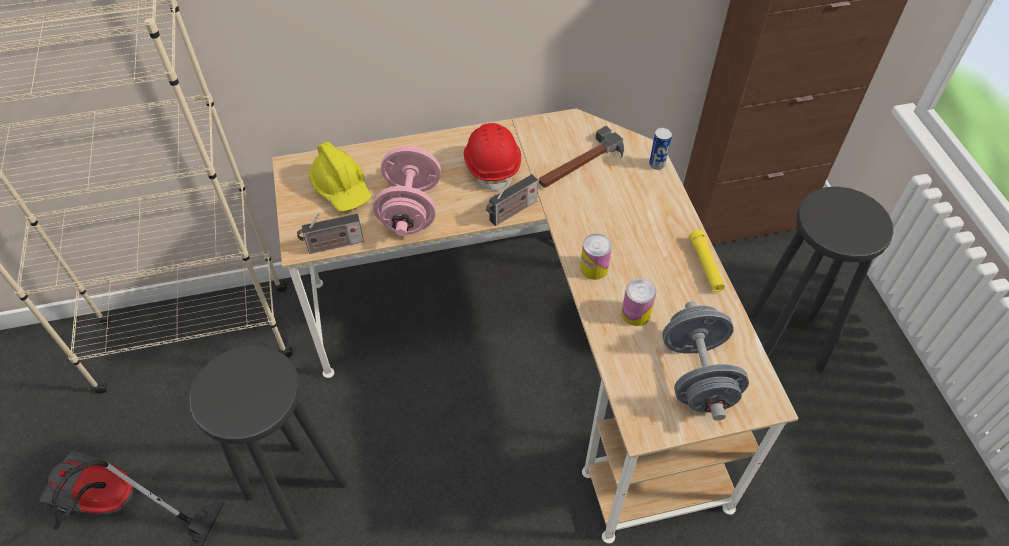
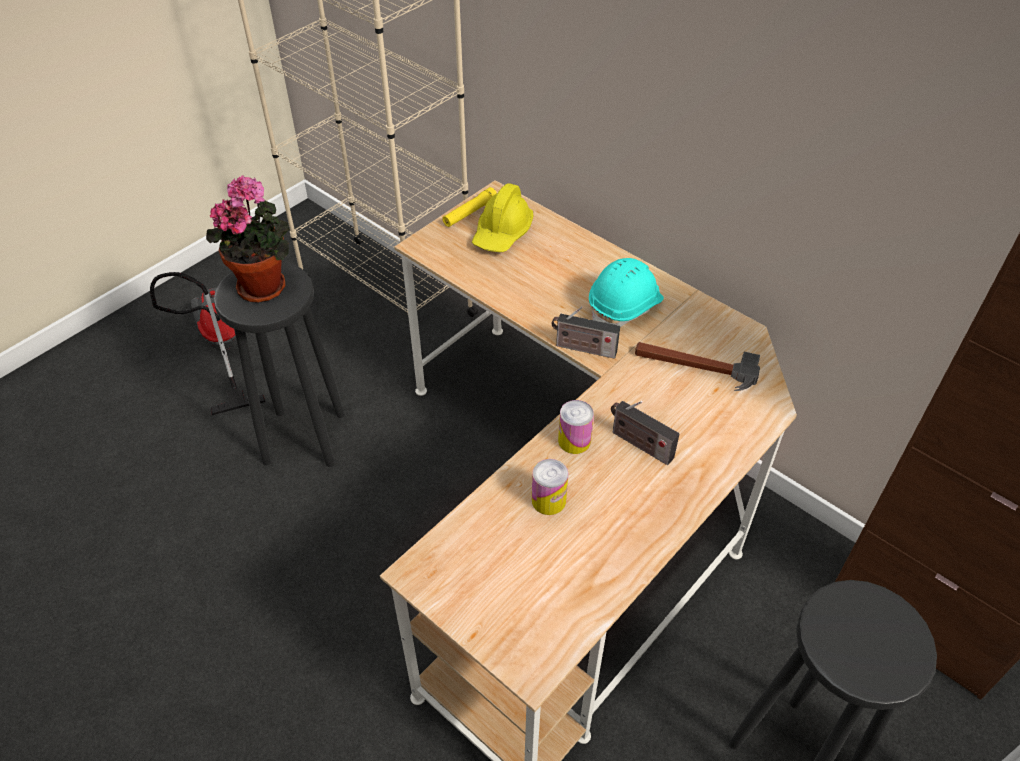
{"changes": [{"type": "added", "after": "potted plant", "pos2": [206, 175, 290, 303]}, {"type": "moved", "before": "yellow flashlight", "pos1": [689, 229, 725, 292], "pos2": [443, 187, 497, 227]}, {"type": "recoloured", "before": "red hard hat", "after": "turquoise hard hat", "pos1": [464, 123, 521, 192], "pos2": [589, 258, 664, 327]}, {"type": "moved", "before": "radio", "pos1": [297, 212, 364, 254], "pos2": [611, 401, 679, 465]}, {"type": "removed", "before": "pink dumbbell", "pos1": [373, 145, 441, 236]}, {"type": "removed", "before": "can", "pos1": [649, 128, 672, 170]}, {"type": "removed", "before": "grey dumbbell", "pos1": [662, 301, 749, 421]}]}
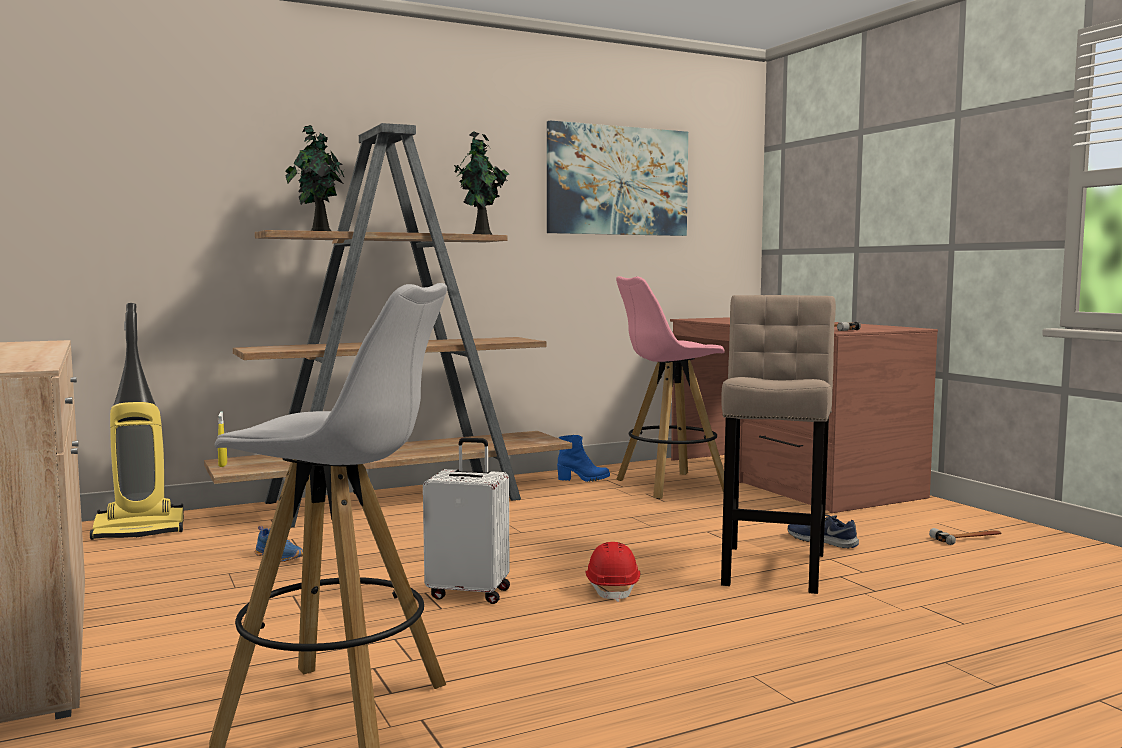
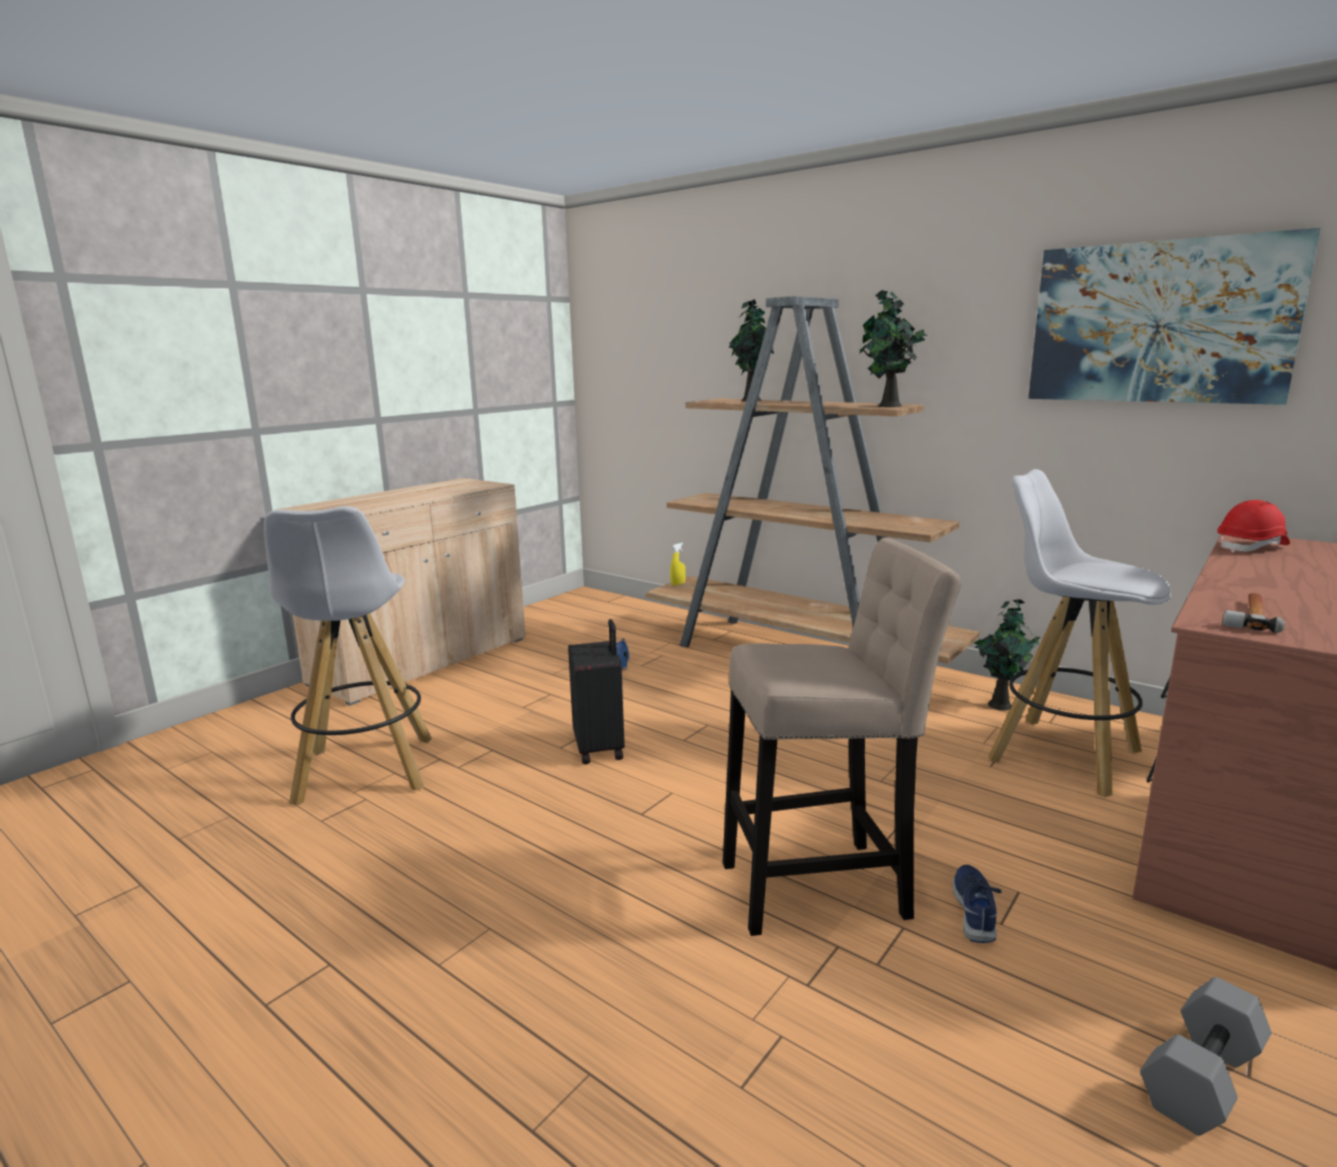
{"changes": [{"type": "recoloured", "before": "white suitcase", "after": "black suitcase", "pos1": [423, 438, 510, 604], "pos2": [568, 619, 625, 764]}, {"type": "replaced", "before": "blue boot", "after": "potted plant", "pos1": [557, 435, 610, 482], "pos2": [974, 599, 1040, 711]}, {"type": "recoloured", "before": "pink stool", "after": "white stool", "pos1": [616, 276, 725, 499], "pos2": [989, 469, 1171, 797]}, {"type": "replaced", "before": "hammer", "after": "grey dumbbell", "pos1": [929, 528, 1001, 545], "pos2": [1140, 977, 1271, 1136]}, {"type": "moved", "before": "red hard hat", "pos1": [585, 542, 640, 602], "pos2": [1217, 500, 1290, 553]}, {"type": "removed", "before": "vacuum cleaner", "pos1": [90, 303, 184, 540]}]}
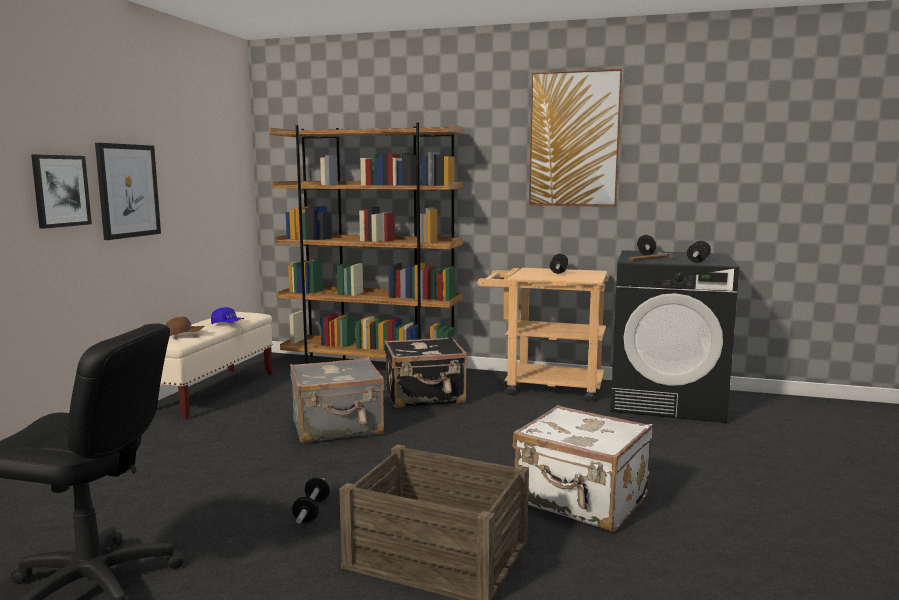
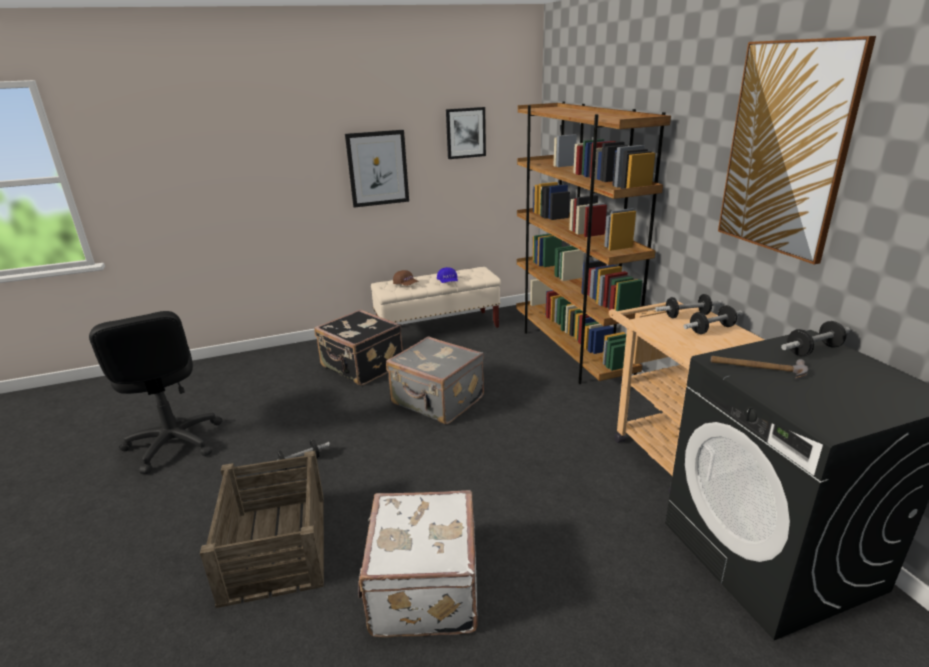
{"changes": [{"type": "moved", "before": "black suitcase", "pos1": [384, 337, 467, 408], "pos2": [314, 309, 403, 385]}, {"type": "moved", "before": "picture", "pos1": [31, 154, 92, 229], "pos2": [446, 107, 486, 159]}, {"type": "moved", "before": "dumbbell", "pos1": [687, 241, 711, 263], "pos2": [655, 294, 722, 318]}]}
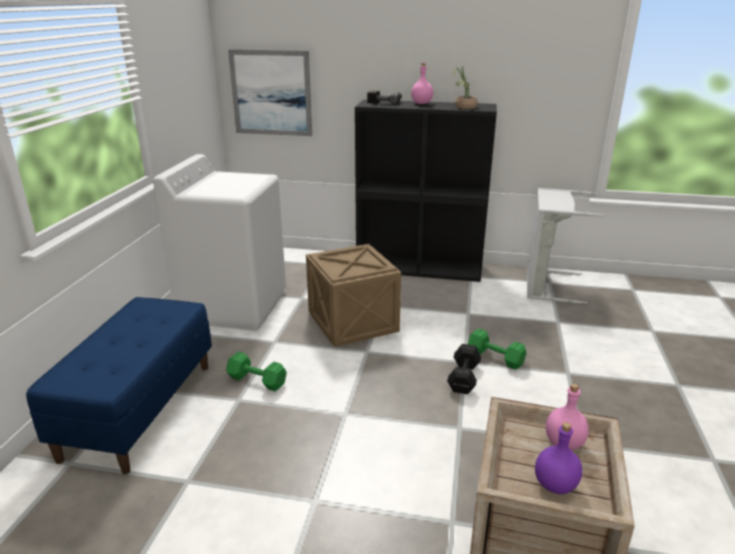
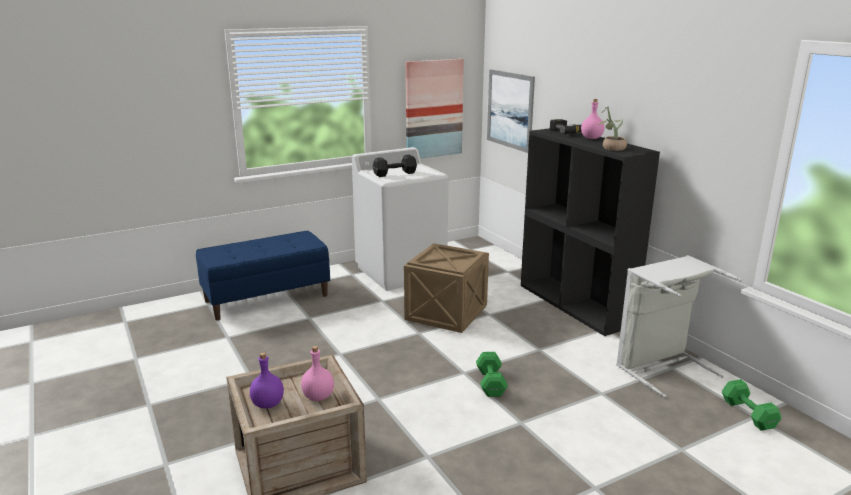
{"changes": [{"type": "moved", "before": "black dumbbell", "pos1": [447, 344, 481, 394], "pos2": [373, 154, 417, 177]}, {"type": "added", "after": "picture", "pos2": [406, 59, 464, 159]}, {"type": "moved", "before": "green dumbbell", "pos1": [226, 352, 287, 391], "pos2": [722, 379, 781, 431]}]}
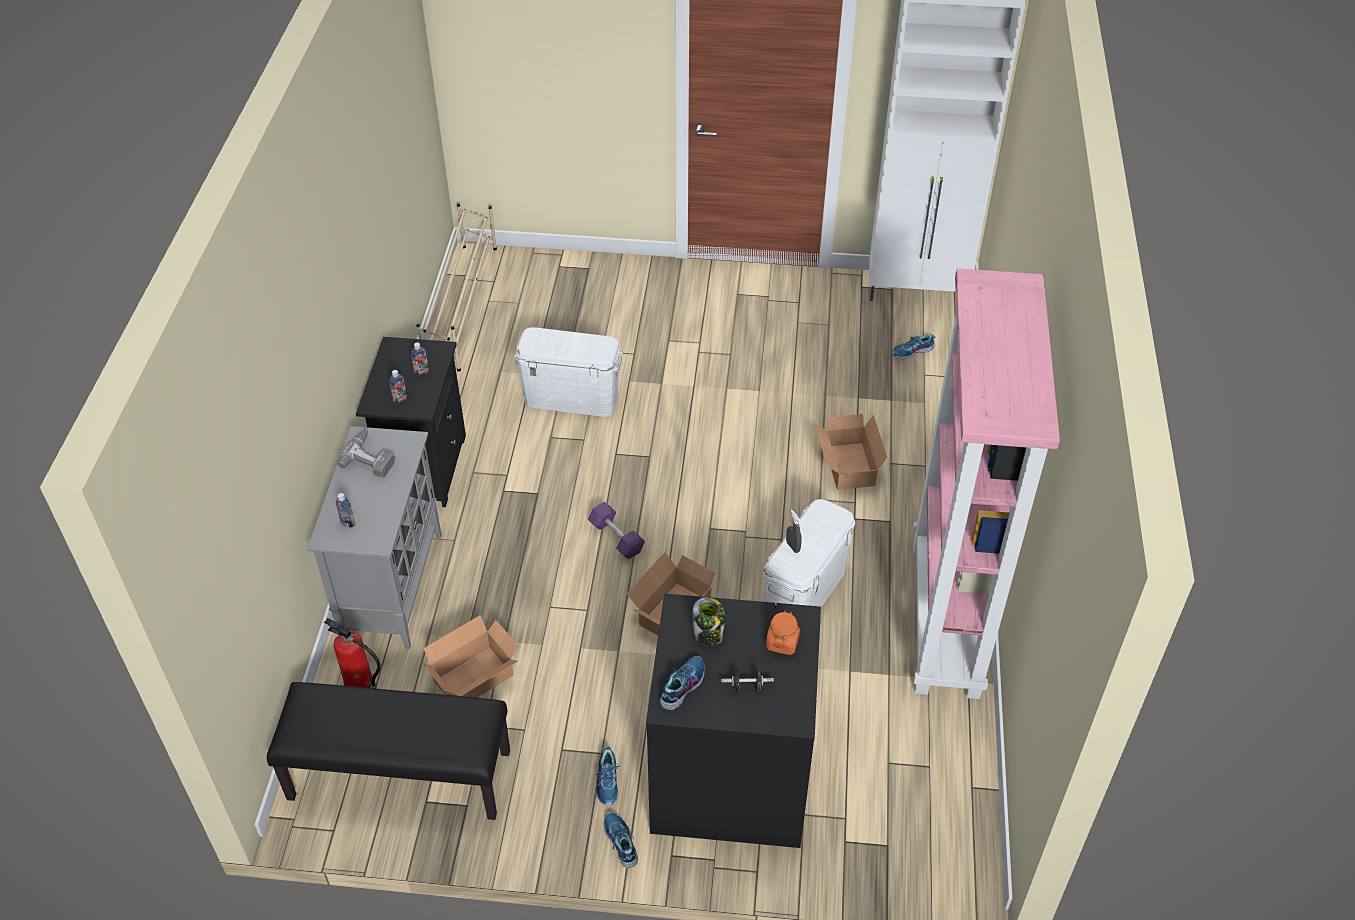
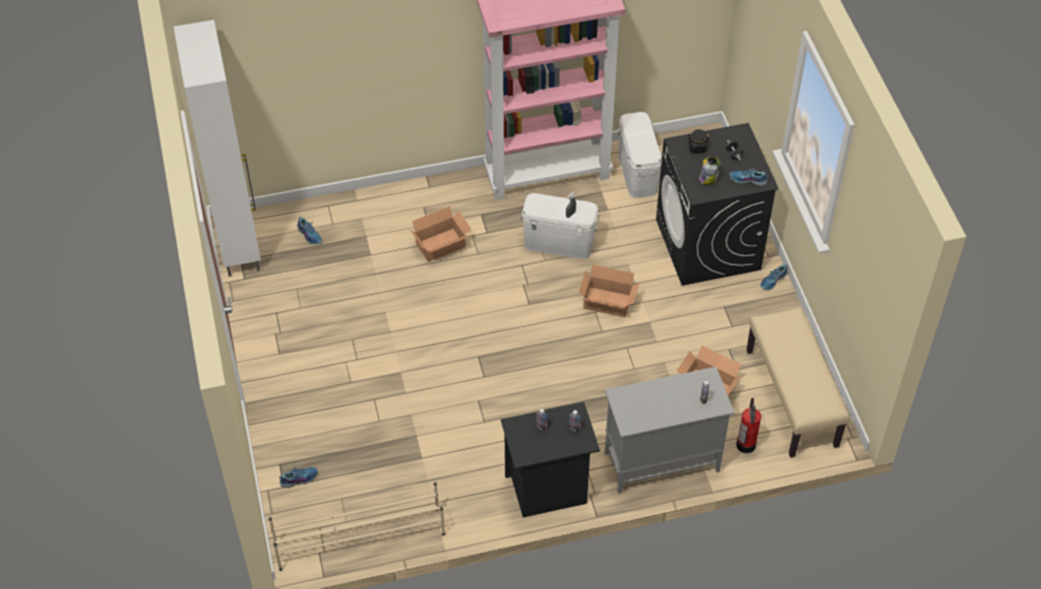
{"changes": [{"type": "moved", "before": "shoe", "pos1": [595, 747, 621, 805], "pos2": [279, 464, 318, 488]}, {"type": "moved", "before": "white storage box", "pos1": [514, 327, 623, 416], "pos2": [618, 112, 662, 198]}, {"type": "recoloured", "before": "orange jar", "after": "black jar", "pos1": [766, 610, 800, 655], "pos2": [687, 129, 709, 153]}, {"type": "recoloured", "before": "black bench", "after": "beige bench", "pos1": [267, 682, 510, 820], "pos2": [746, 307, 850, 458]}, {"type": "removed", "before": "power drill", "pos1": [337, 430, 395, 477]}, {"type": "removed", "before": "purple dumbbell", "pos1": [588, 502, 645, 559]}]}
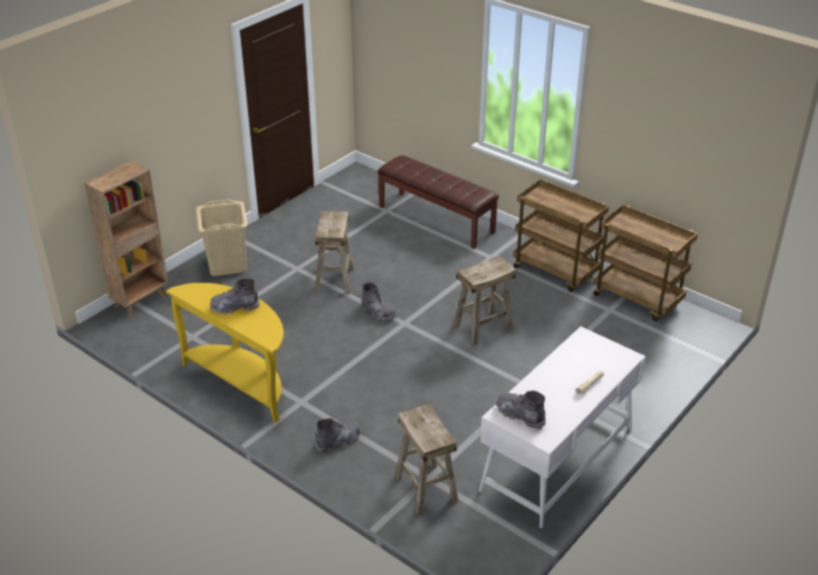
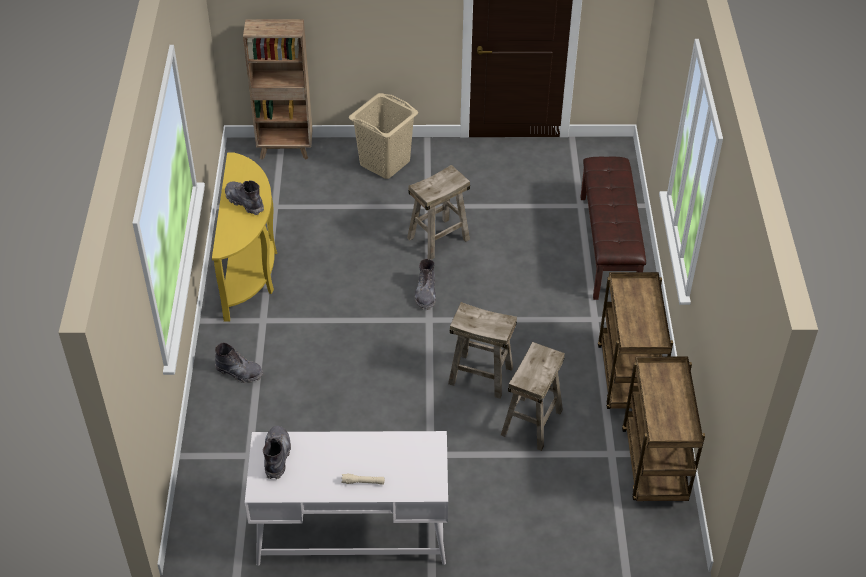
{"changes": [{"type": "moved", "before": "beige stool", "pos1": [394, 403, 459, 516], "pos2": [501, 342, 565, 451]}]}
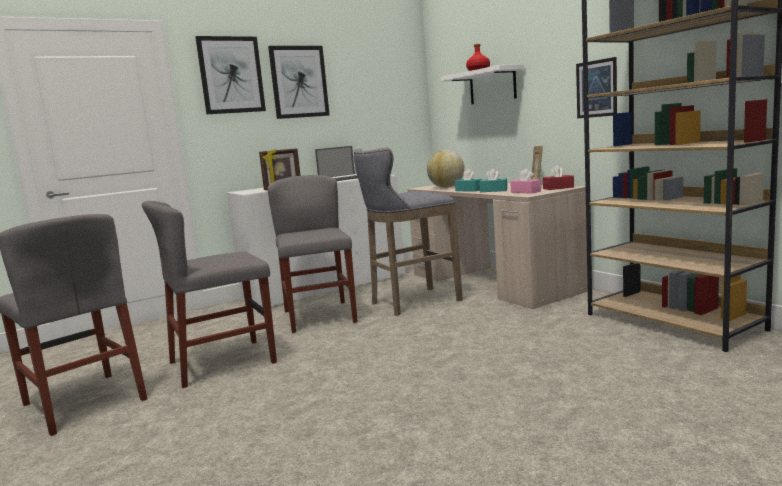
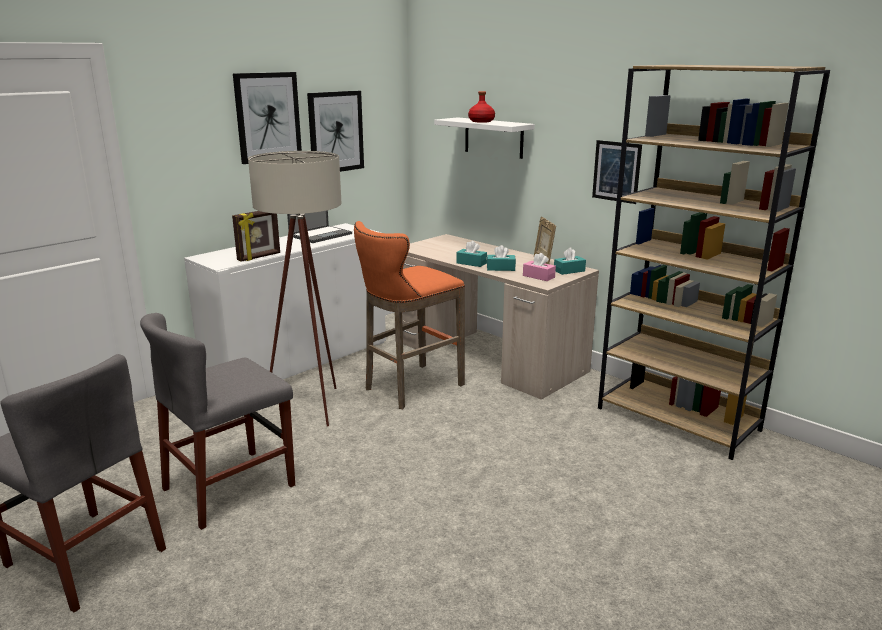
{"changes": [{"type": "replaced", "before": "grey chair", "after": "beige floor lamp", "pos1": [267, 175, 358, 333], "pos2": [248, 151, 342, 427]}, {"type": "moved", "before": "picture", "pos1": [196, 36, 266, 114], "pos2": [307, 91, 364, 172]}, {"type": "recoloured", "before": "grey stool", "after": "orange stool", "pos1": [354, 148, 463, 316], "pos2": [354, 221, 465, 409]}, {"type": "recoloured", "before": "red tissue box", "after": "turquoise tissue box", "pos1": [543, 165, 574, 190], "pos2": [554, 247, 586, 275]}, {"type": "removed", "before": "globe", "pos1": [427, 150, 465, 188]}]}
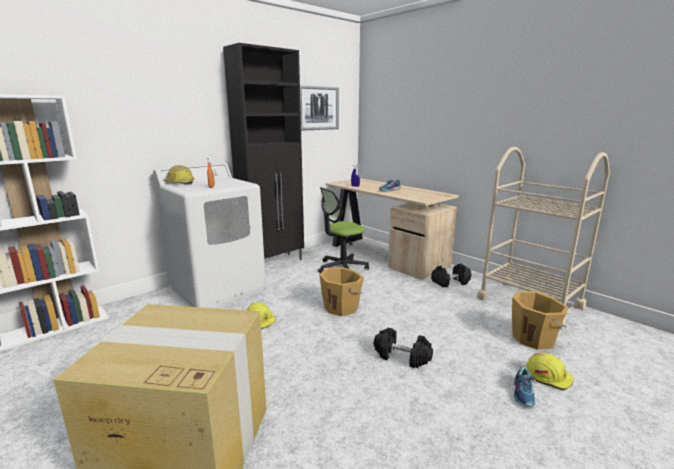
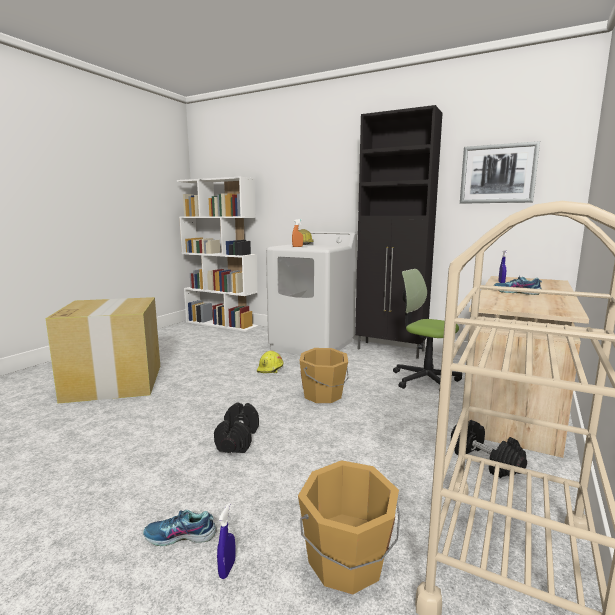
{"changes": [{"type": "replaced", "before": "yellow hard hat", "after": "blue spray bottle", "pos1": [526, 353, 574, 391], "pos2": [217, 503, 236, 579]}]}
